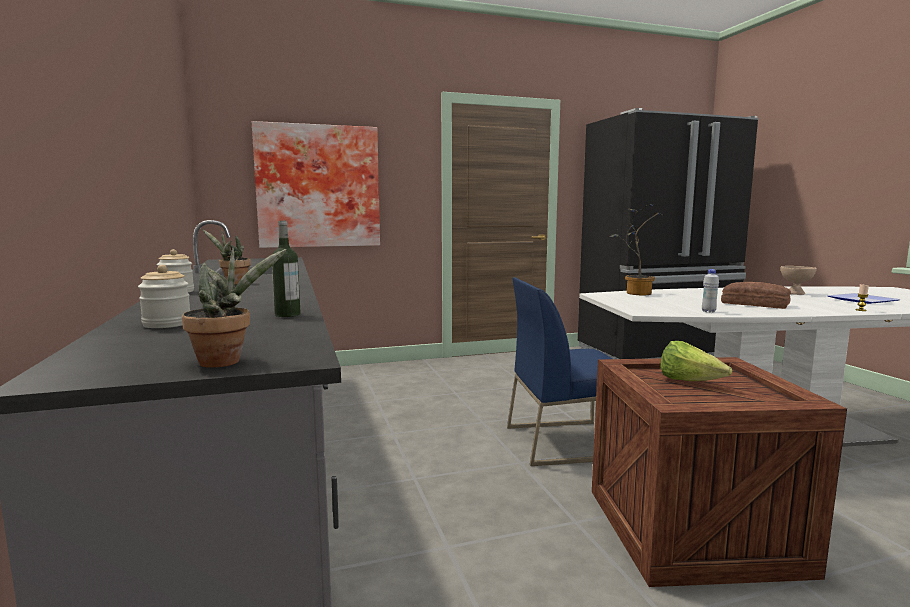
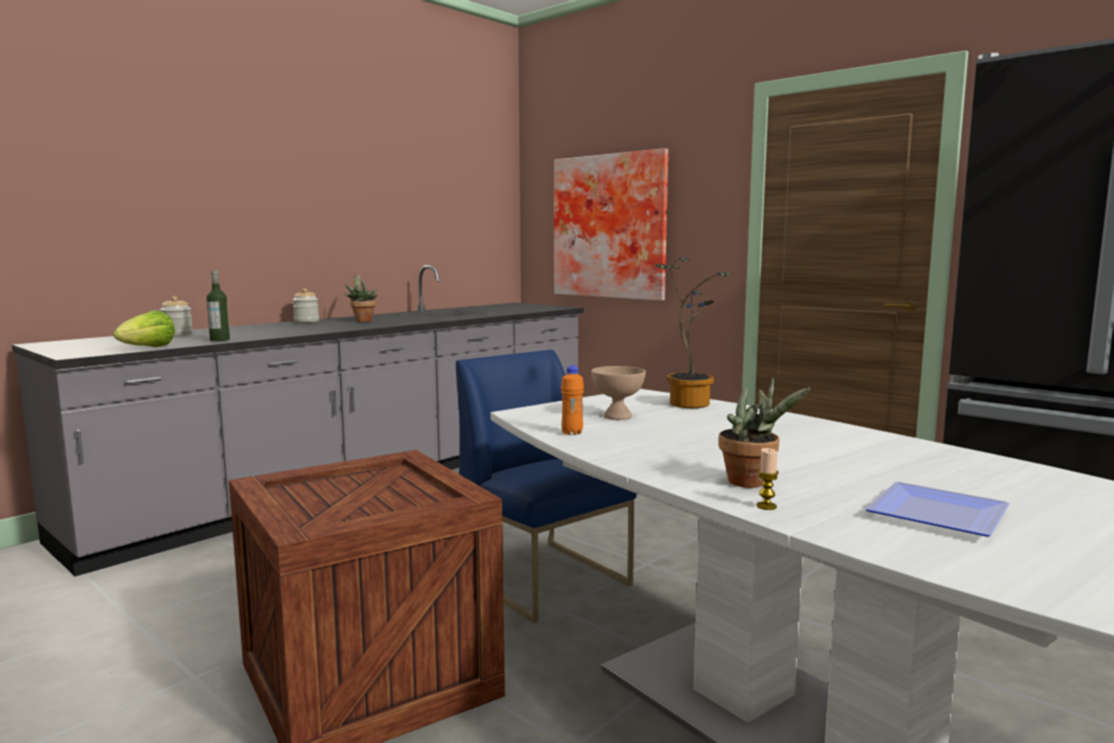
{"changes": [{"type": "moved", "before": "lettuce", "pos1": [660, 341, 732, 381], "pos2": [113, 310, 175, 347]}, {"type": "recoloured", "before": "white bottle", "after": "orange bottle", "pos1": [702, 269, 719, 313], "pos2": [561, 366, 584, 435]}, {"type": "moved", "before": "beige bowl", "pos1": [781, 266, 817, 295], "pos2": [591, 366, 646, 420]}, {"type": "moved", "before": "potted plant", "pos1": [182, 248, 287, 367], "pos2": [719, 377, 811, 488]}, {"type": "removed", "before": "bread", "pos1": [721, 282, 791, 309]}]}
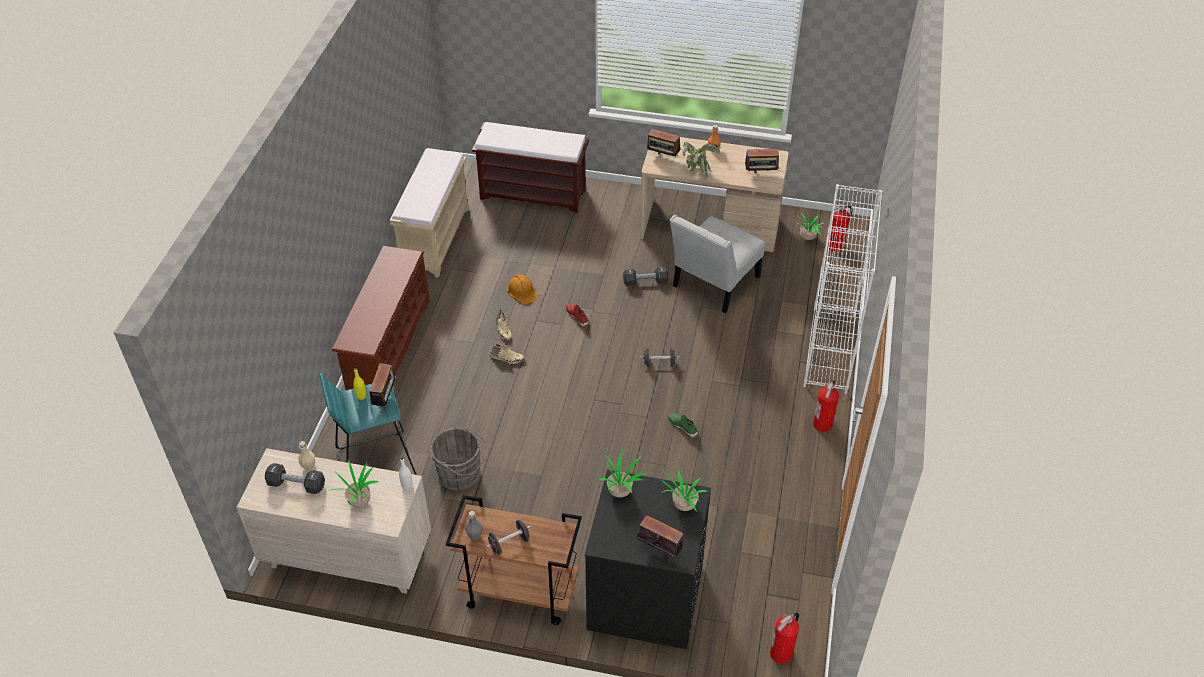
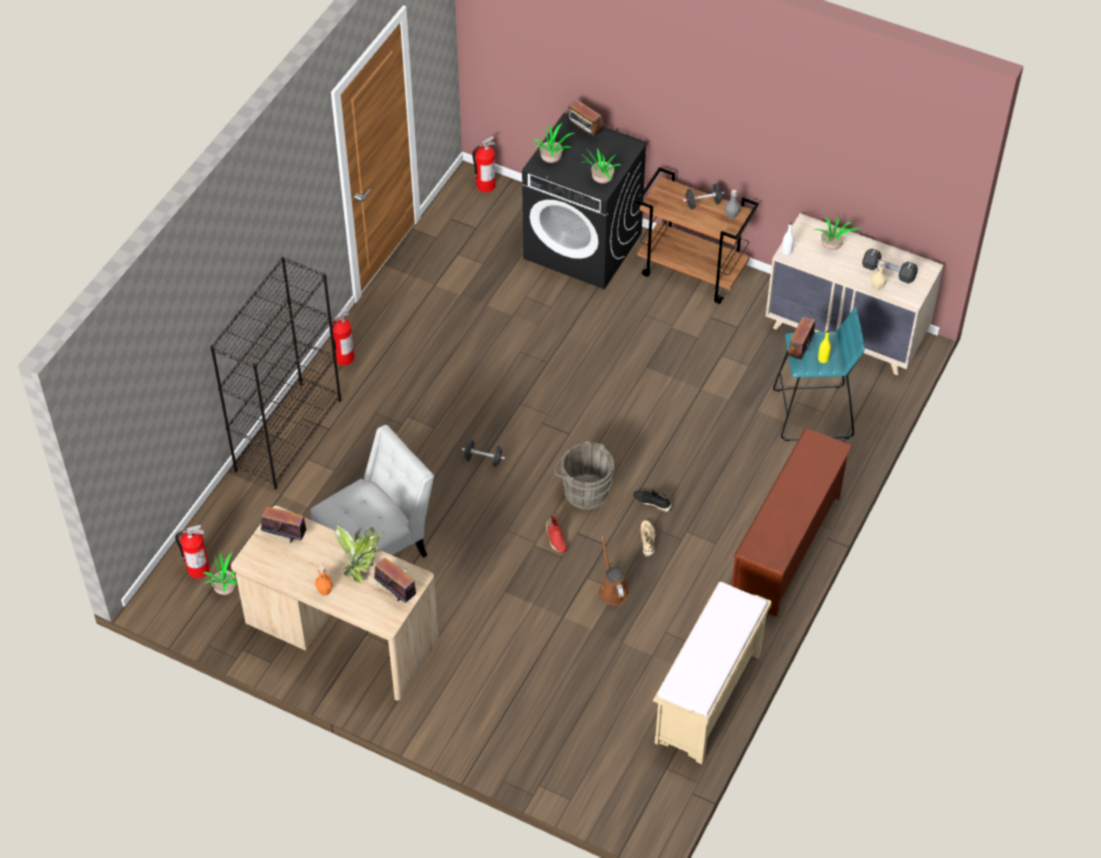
{"changes": [{"type": "recoloured", "before": "white bookcase", "after": "black bookcase", "pos1": [803, 184, 882, 394], "pos2": [210, 257, 341, 489]}, {"type": "moved", "before": "grey bucket", "pos1": [430, 427, 487, 491], "pos2": [554, 442, 615, 510]}, {"type": "replaced", "before": "orange hard hat", "after": "brown watering can", "pos1": [507, 275, 538, 305], "pos2": [599, 536, 629, 606]}, {"type": "recoloured", "before": "beige shoe", "after": "black shoe", "pos1": [489, 343, 524, 364], "pos2": [633, 490, 672, 513]}, {"type": "removed", "before": "brown bench", "pos1": [472, 122, 589, 213]}, {"type": "removed", "before": "black dumbbell", "pos1": [623, 267, 668, 286]}, {"type": "removed", "before": "green shoe", "pos1": [668, 413, 699, 438]}]}
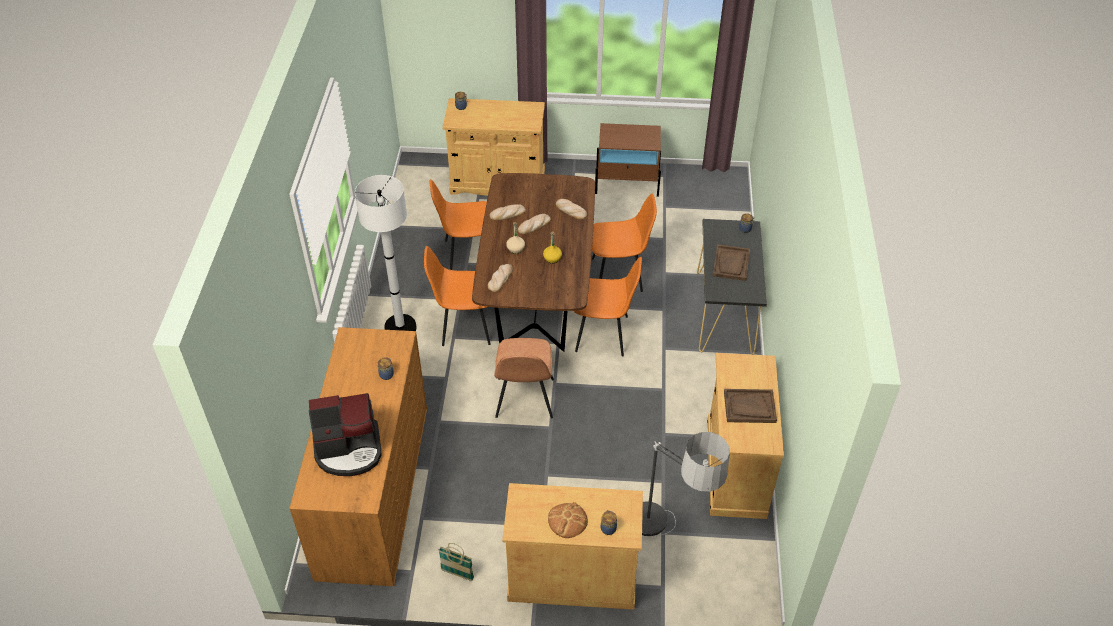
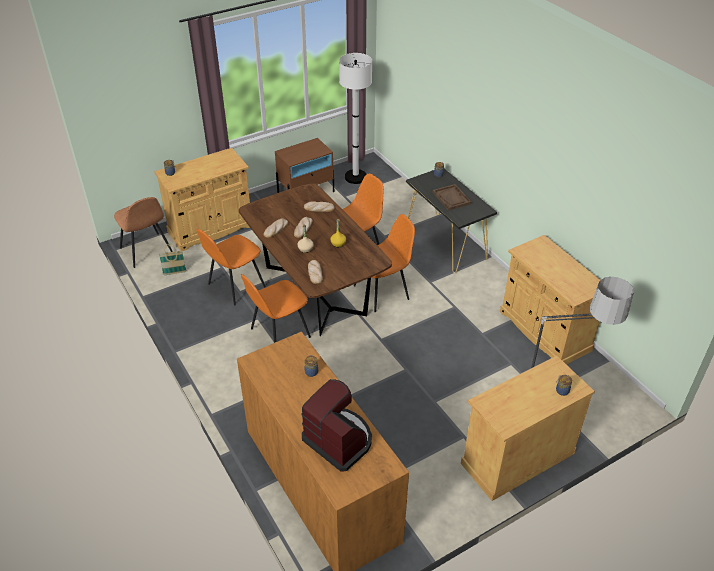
{"changes": [{"type": "moved", "before": "brown chair", "pos1": [494, 338, 554, 419], "pos2": [114, 197, 173, 268]}, {"type": "moved", "before": "basket", "pos1": [438, 543, 474, 581], "pos2": [159, 244, 186, 275]}, {"type": "turned", "before": "coffee machine", "pos1": [309, 393, 381, 476], "pos2": [301, 379, 372, 471], "turn": -90}, {"type": "moved", "before": "white floor lamp", "pos1": [355, 175, 417, 331], "pos2": [339, 53, 372, 184]}, {"type": "removed", "before": "bread", "pos1": [548, 502, 588, 538]}, {"type": "removed", "before": "brown tray", "pos1": [724, 389, 777, 423]}]}
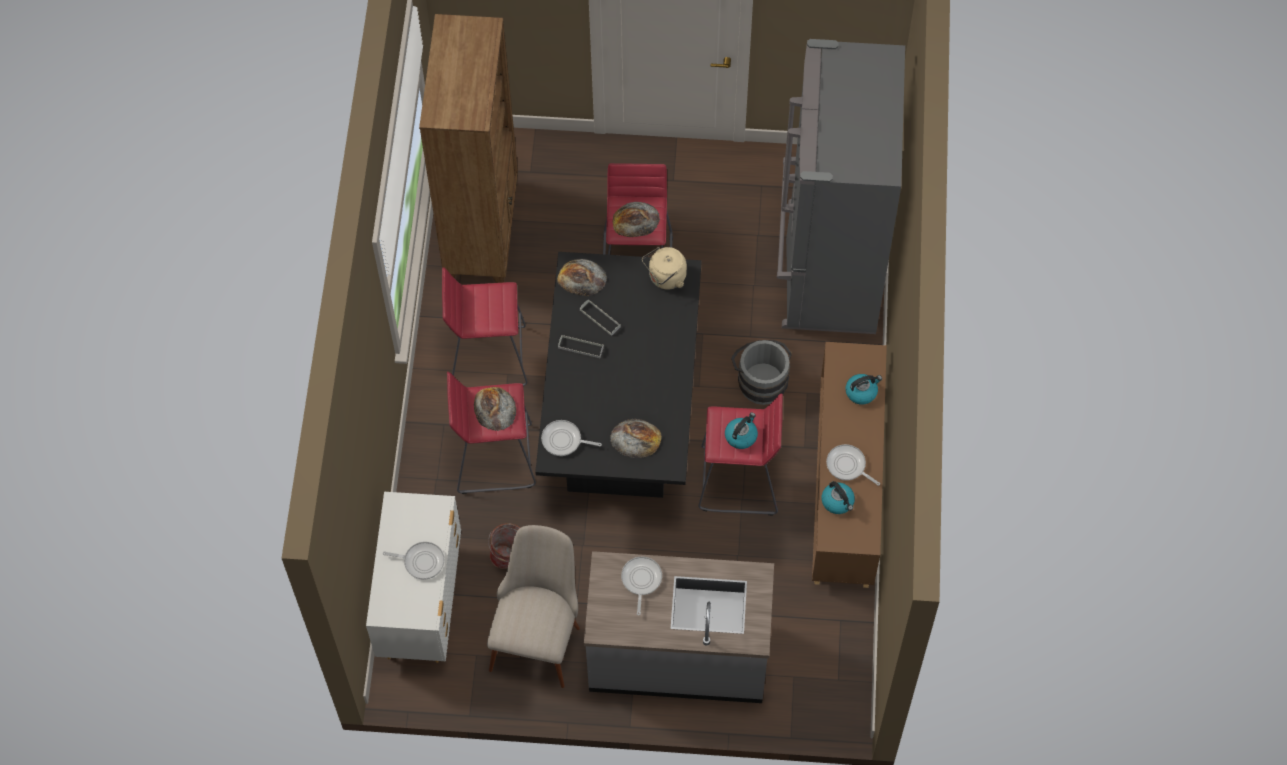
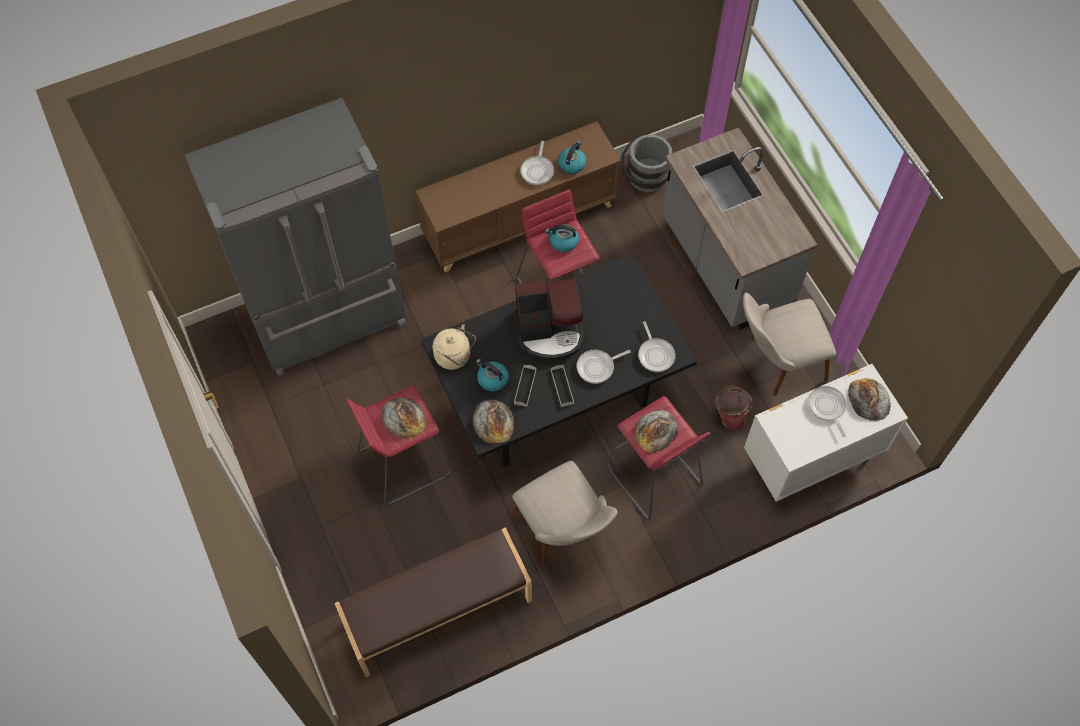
{"changes": [{"type": "replaced", "before": "brown bookcase", "after": "brown bench", "pos1": [419, 14, 518, 283], "pos2": [335, 527, 532, 677]}, {"type": "moved", "before": "kettle", "pos1": [846, 374, 882, 404], "pos2": [476, 359, 509, 391]}, {"type": "replaced", "before": "red stool", "after": "beige chair", "pos1": [442, 267, 527, 387], "pos2": [511, 461, 617, 564]}, {"type": "added", "after": "coffee machine", "pos2": [512, 278, 584, 360]}, {"type": "moved", "before": "frying pan", "pos1": [621, 557, 662, 615], "pos2": [577, 350, 631, 384]}, {"type": "moved", "before": "grey bucket", "pos1": [731, 340, 792, 405], "pos2": [621, 135, 672, 192]}, {"type": "moved", "before": "bread", "pos1": [610, 419, 662, 458], "pos2": [848, 378, 891, 421]}]}
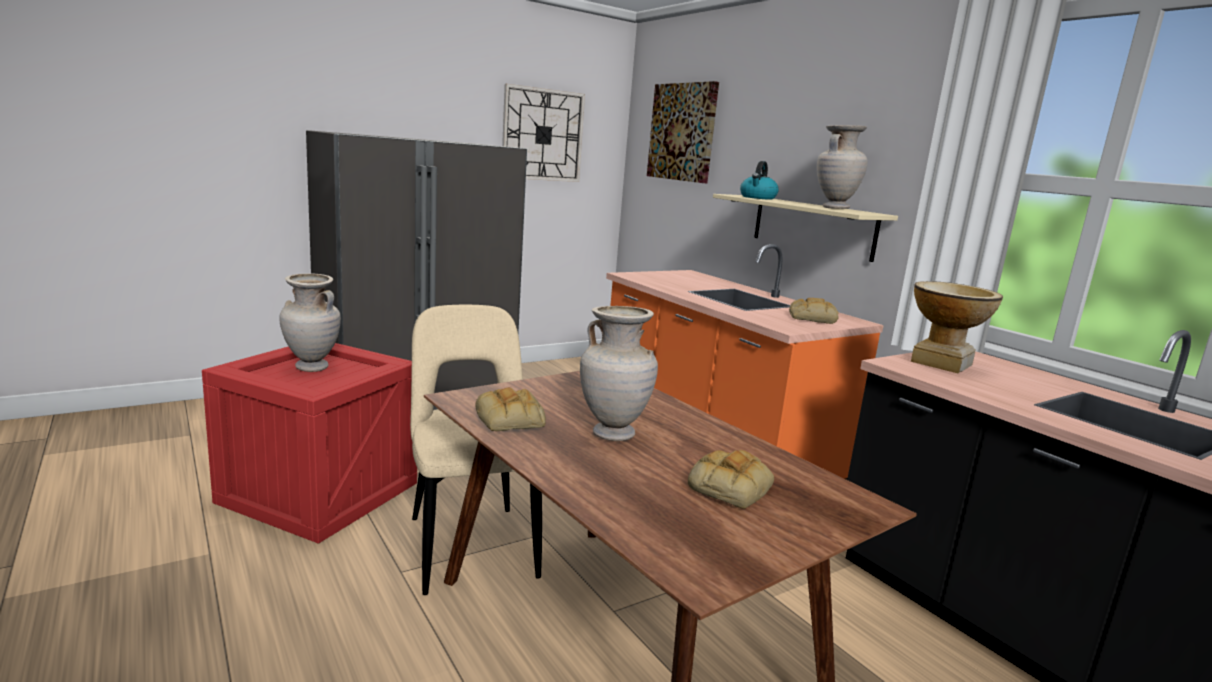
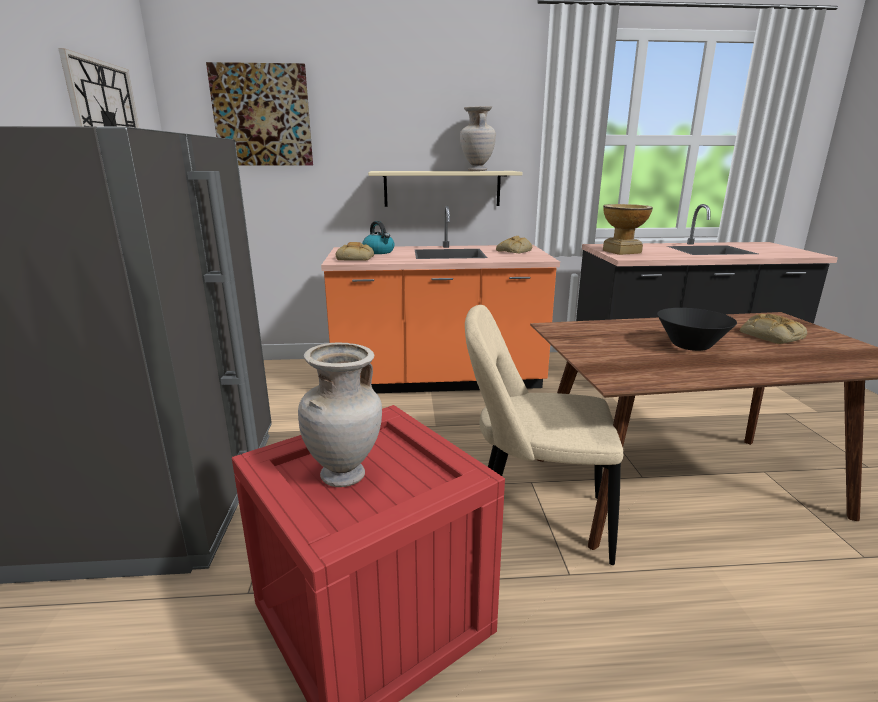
{"changes": [{"type": "moved", "before": "bread", "pos1": [475, 387, 546, 431], "pos2": [336, 242, 374, 261]}, {"type": "moved", "before": "kettle", "pos1": [740, 161, 779, 200], "pos2": [362, 221, 395, 254]}, {"type": "replaced", "before": "beige vase", "after": "black bowl", "pos1": [580, 306, 658, 441], "pos2": [657, 308, 737, 351]}]}
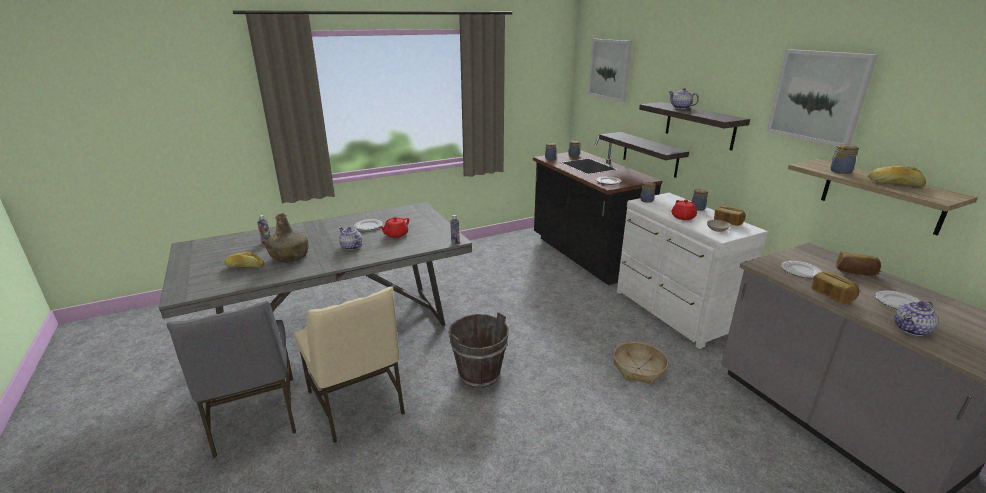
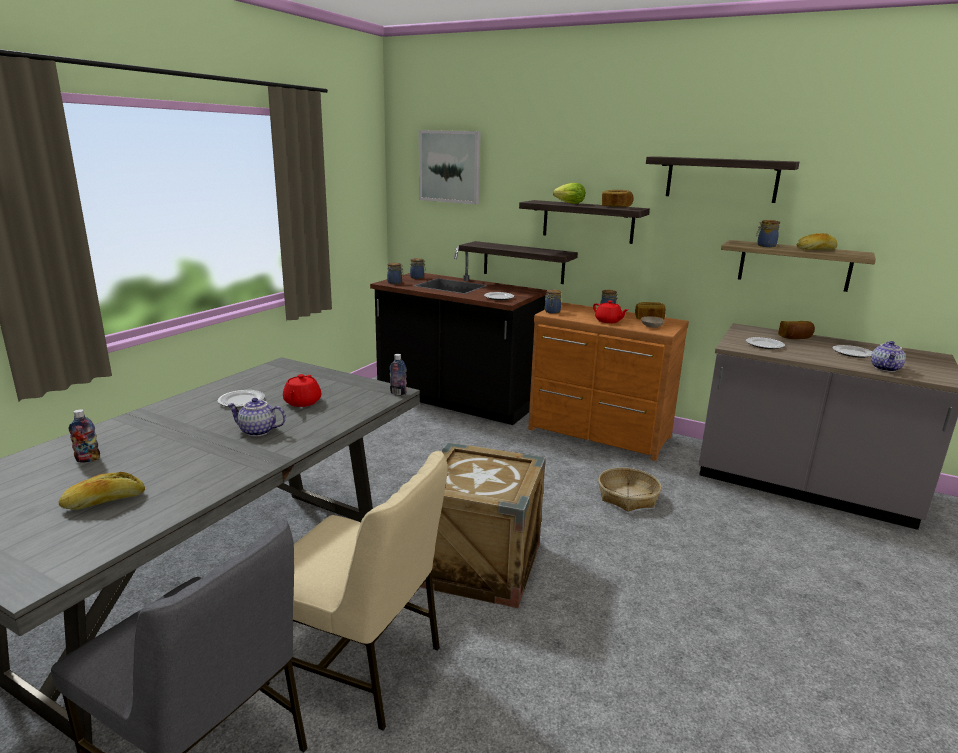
{"changes": [{"type": "replaced", "before": "brown bucket", "after": "crate", "pos1": [448, 312, 509, 388], "pos2": [420, 442, 546, 608]}, {"type": "recoloured", "before": "white dresser", "after": "brown dresser", "pos1": [617, 193, 768, 349], "pos2": [528, 302, 689, 461]}, {"type": "replaced", "before": "teapot", "after": "lettuce", "pos1": [669, 88, 699, 109], "pos2": [553, 183, 585, 204]}, {"type": "moved", "before": "bread", "pos1": [812, 272, 859, 303], "pos2": [602, 190, 634, 207]}, {"type": "replaced", "before": "picture", "after": "shelf", "pos1": [767, 49, 878, 146], "pos2": [646, 156, 799, 203]}, {"type": "removed", "before": "green bottle", "pos1": [266, 213, 308, 263]}]}
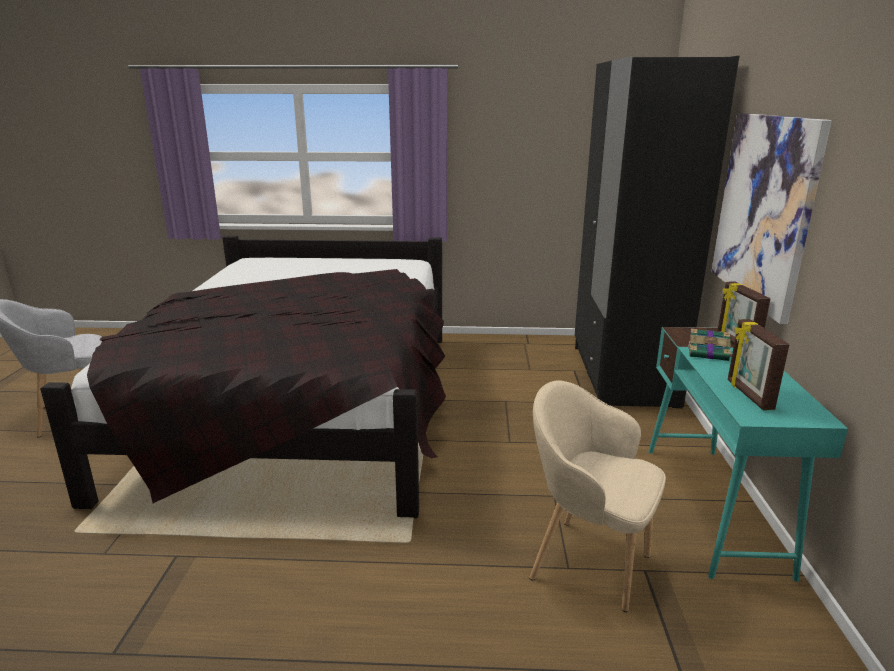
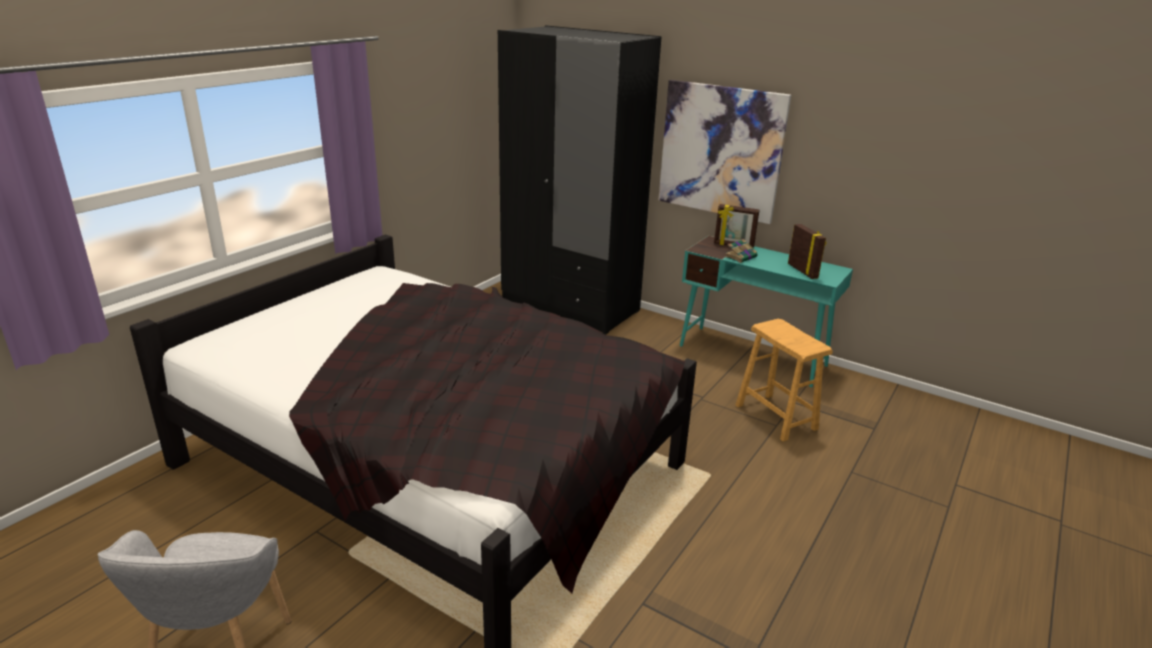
{"changes": [{"type": "replaced", "before": "beige armchair", "after": "brown stool", "pos1": [529, 380, 666, 612], "pos2": [736, 319, 833, 441]}, {"type": "turned", "before": "picture frame", "pos1": [728, 319, 789, 410], "pos2": [788, 224, 827, 279], "turn": -135}]}
